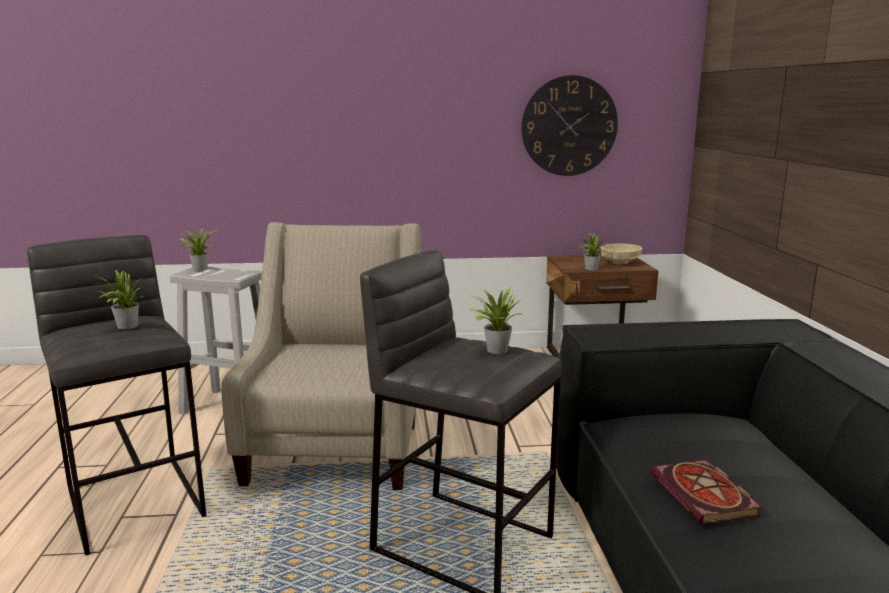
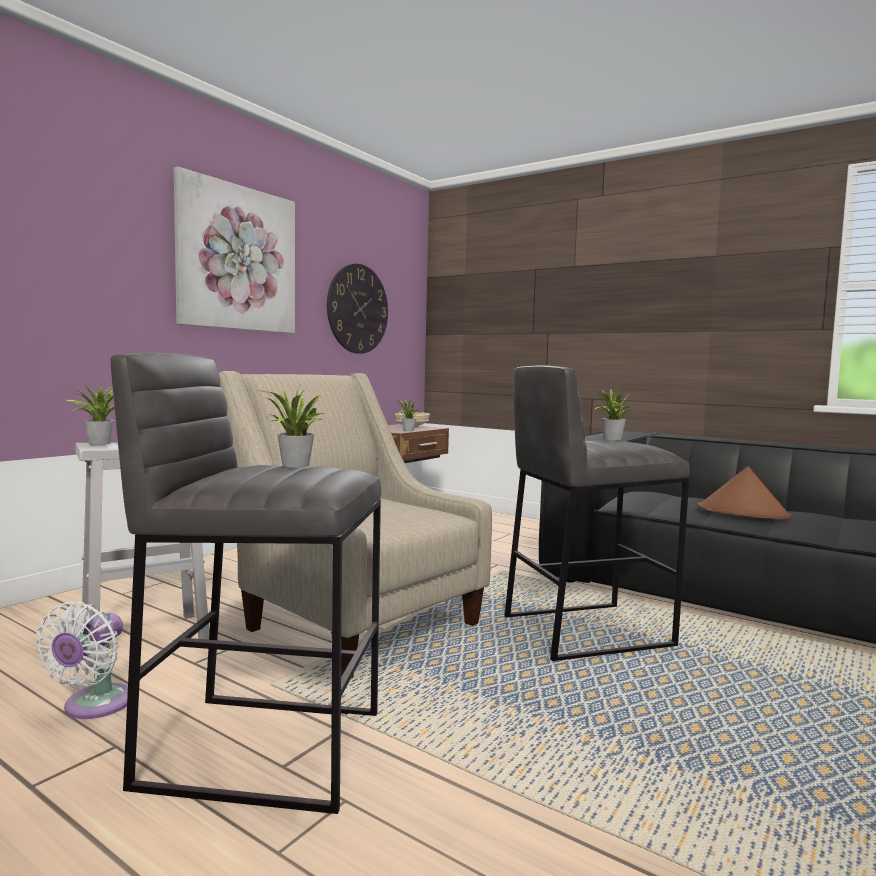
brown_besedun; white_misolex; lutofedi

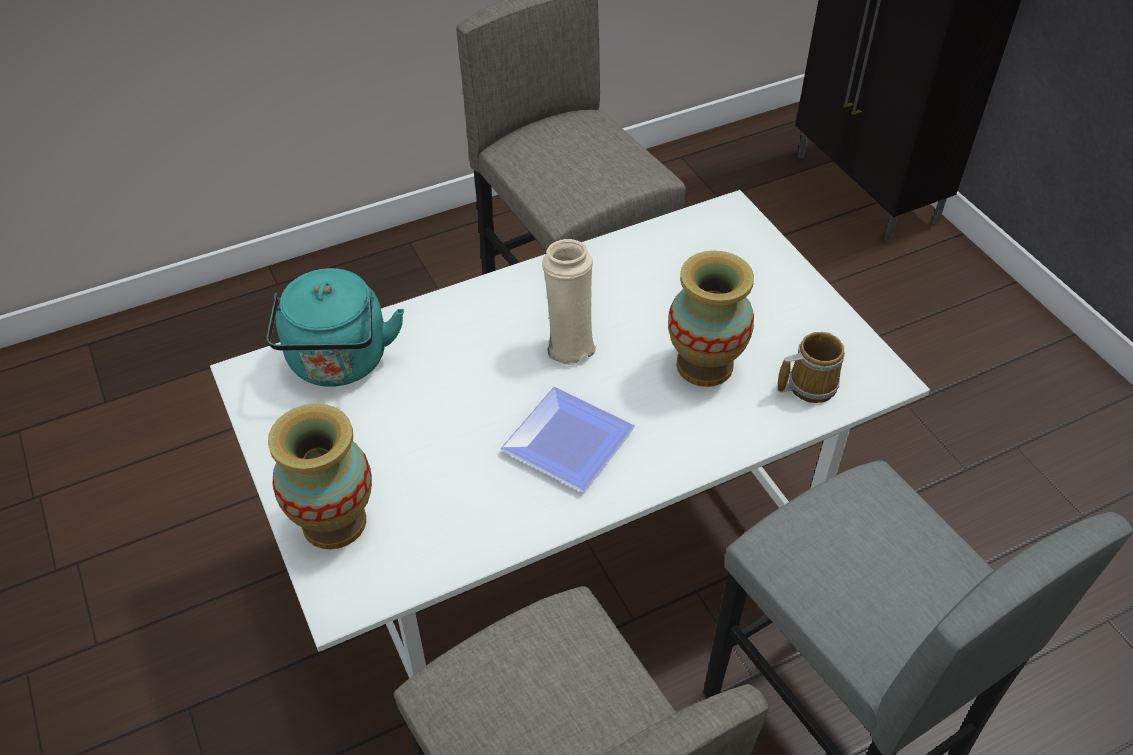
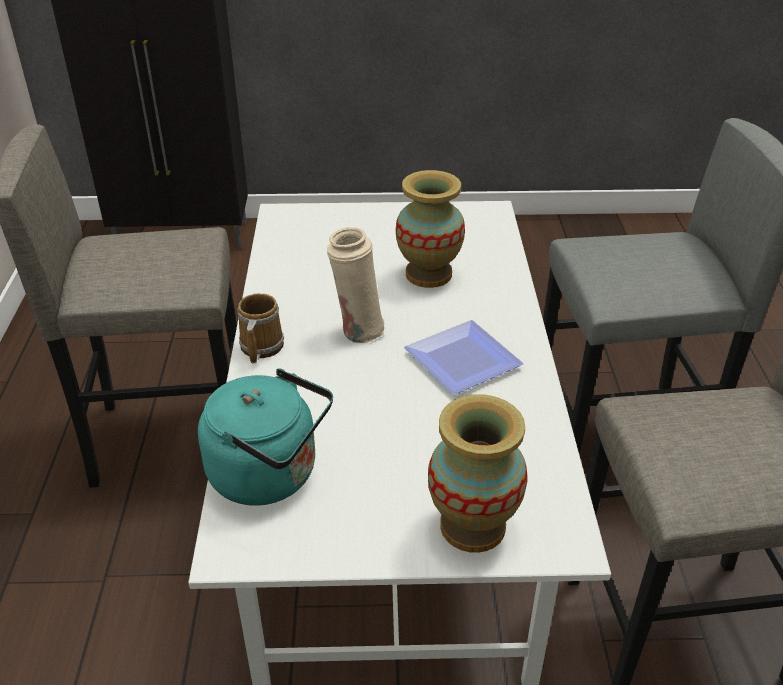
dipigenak

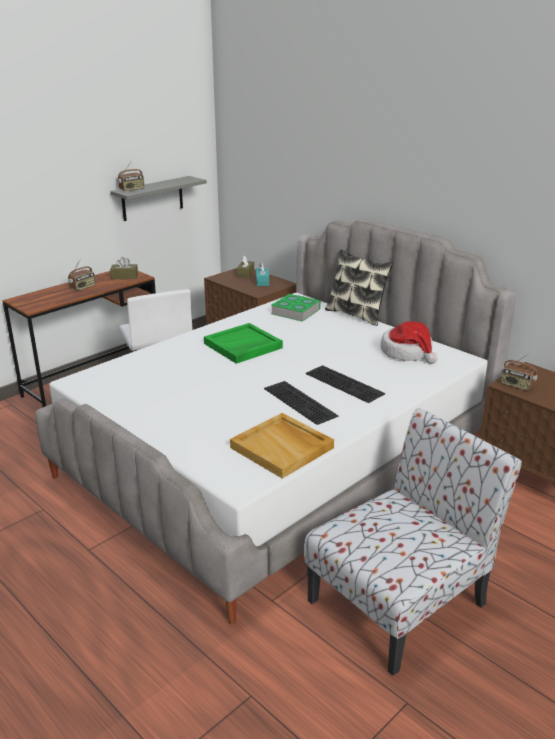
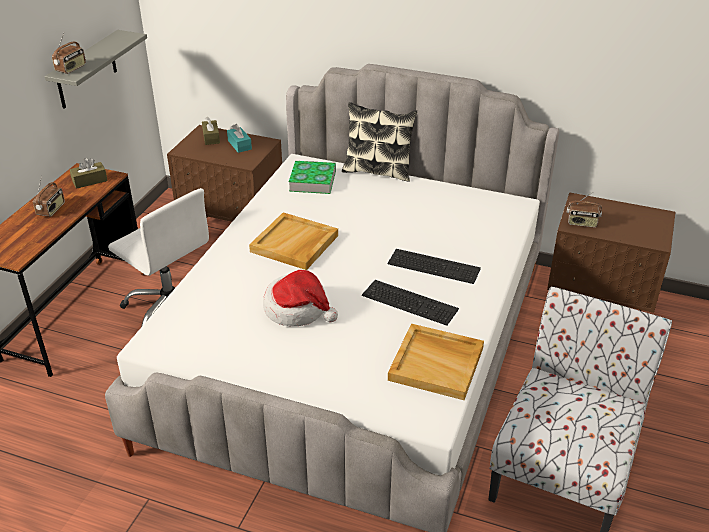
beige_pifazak (no. 1 from left); besedun

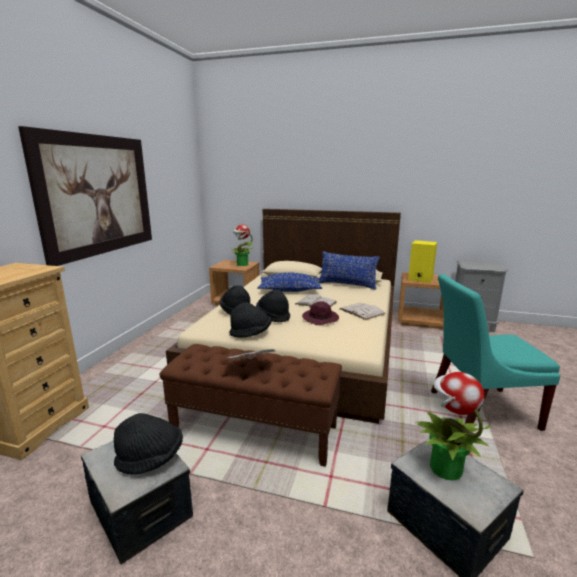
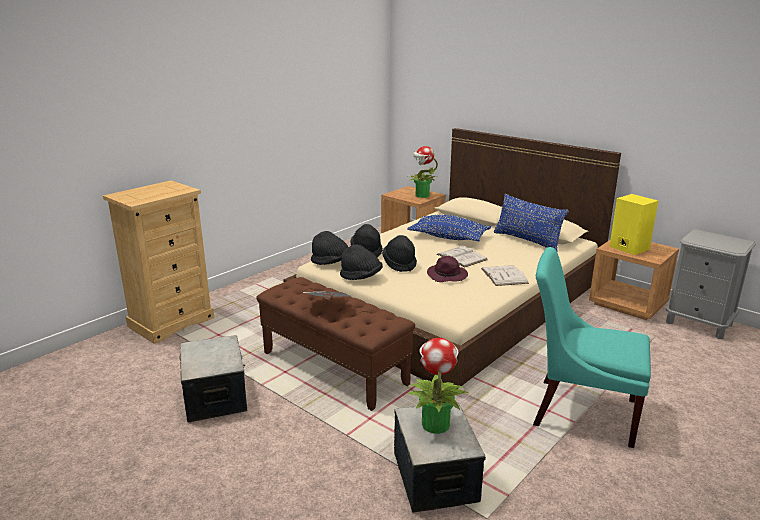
lutofedi; black_besedun (no. 1 from left)

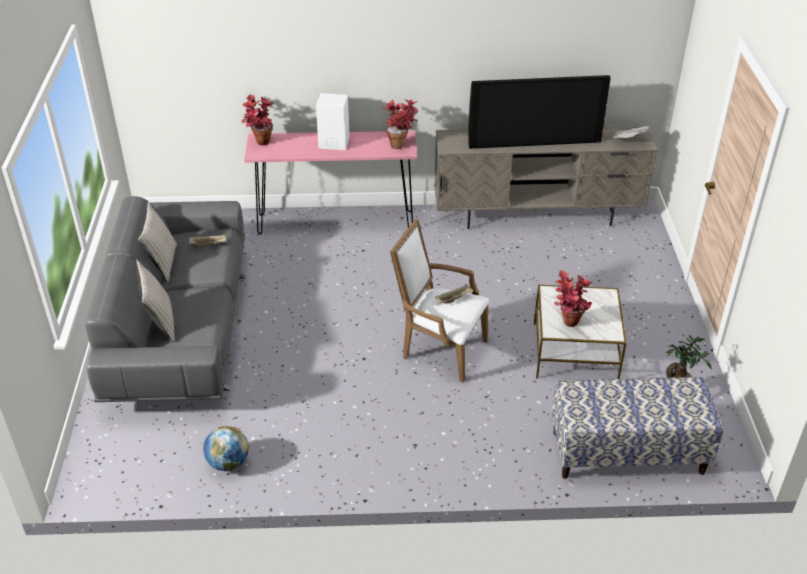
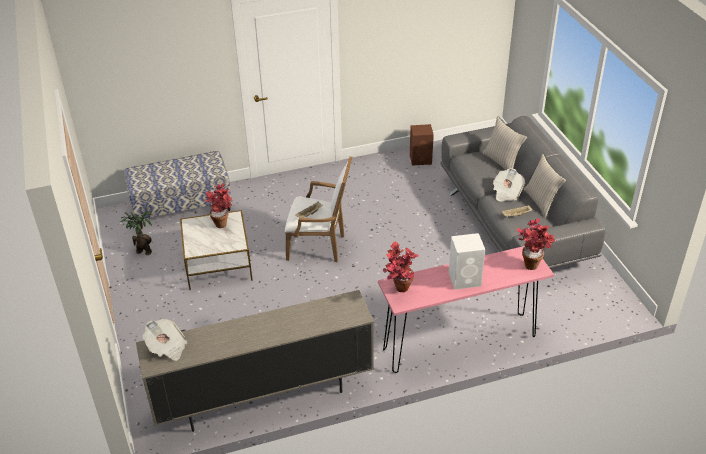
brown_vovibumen; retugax; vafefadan (no. 2 from left)

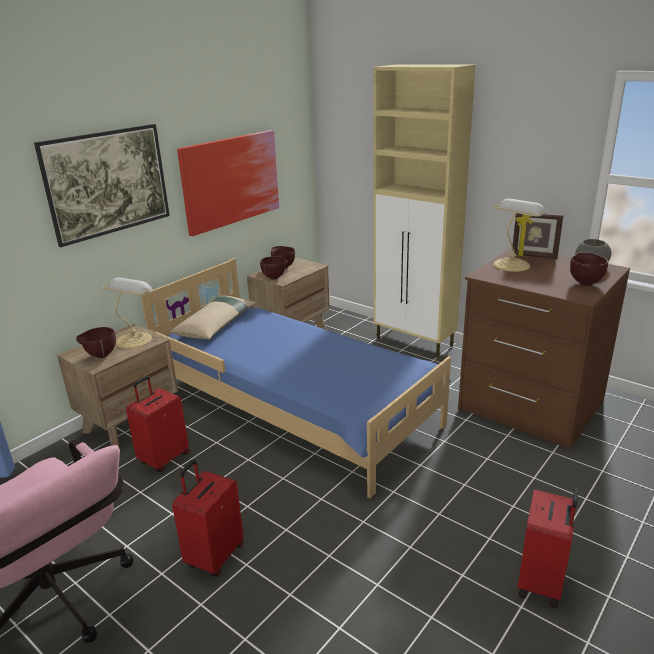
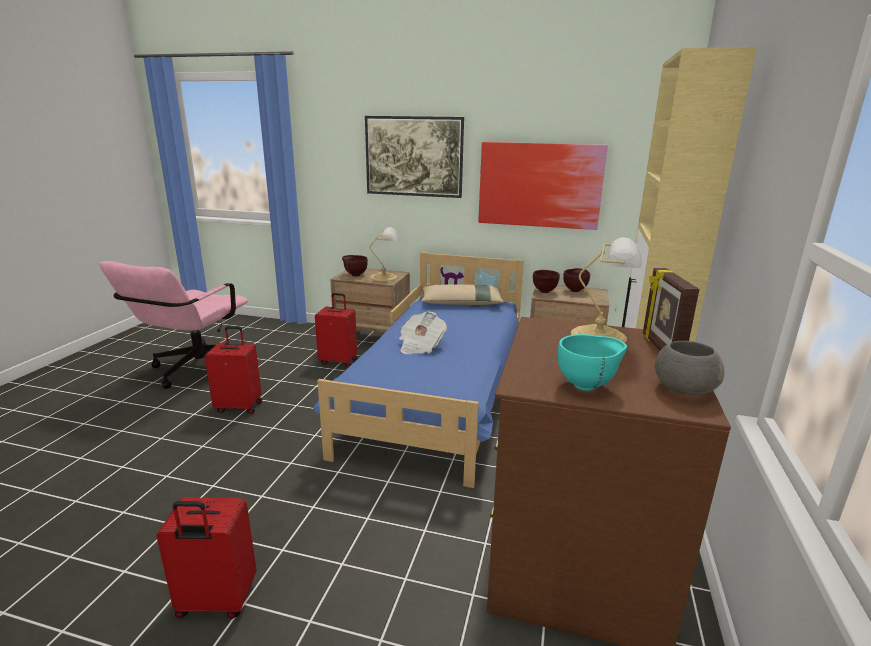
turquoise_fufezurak; vafefadan

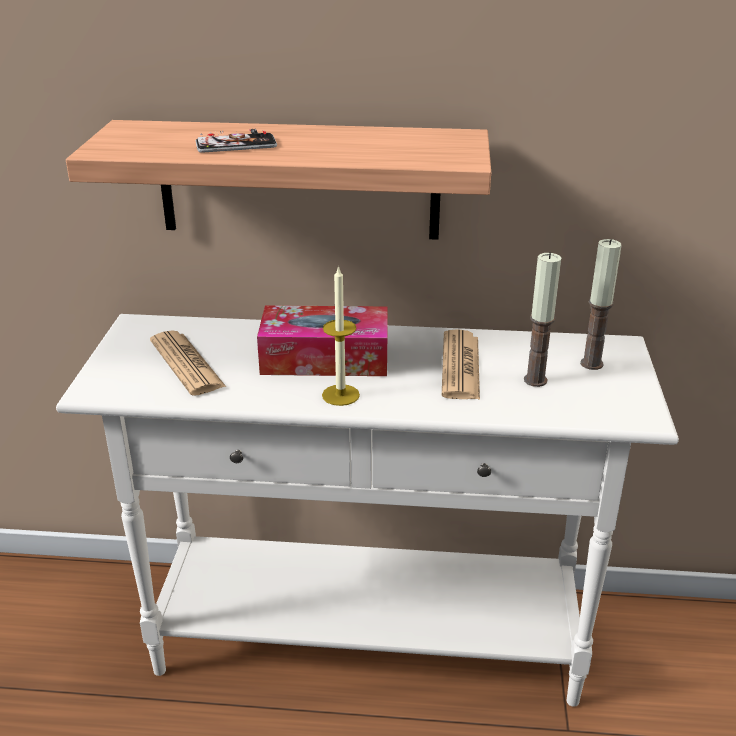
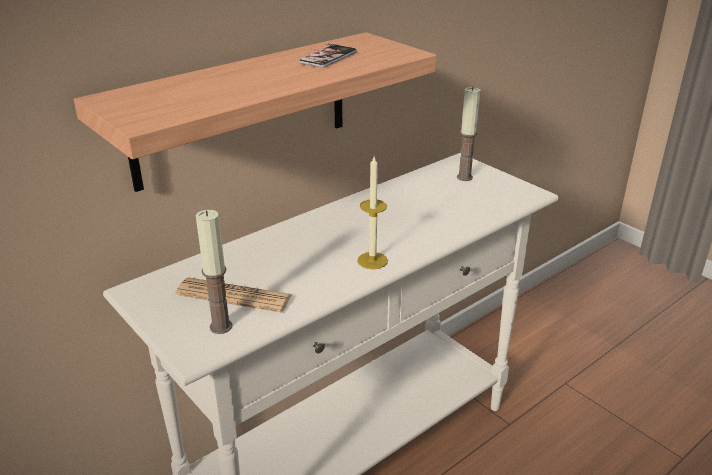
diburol; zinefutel; vafefadan (no. 2 from left in the first image); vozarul (no. 1 from left)

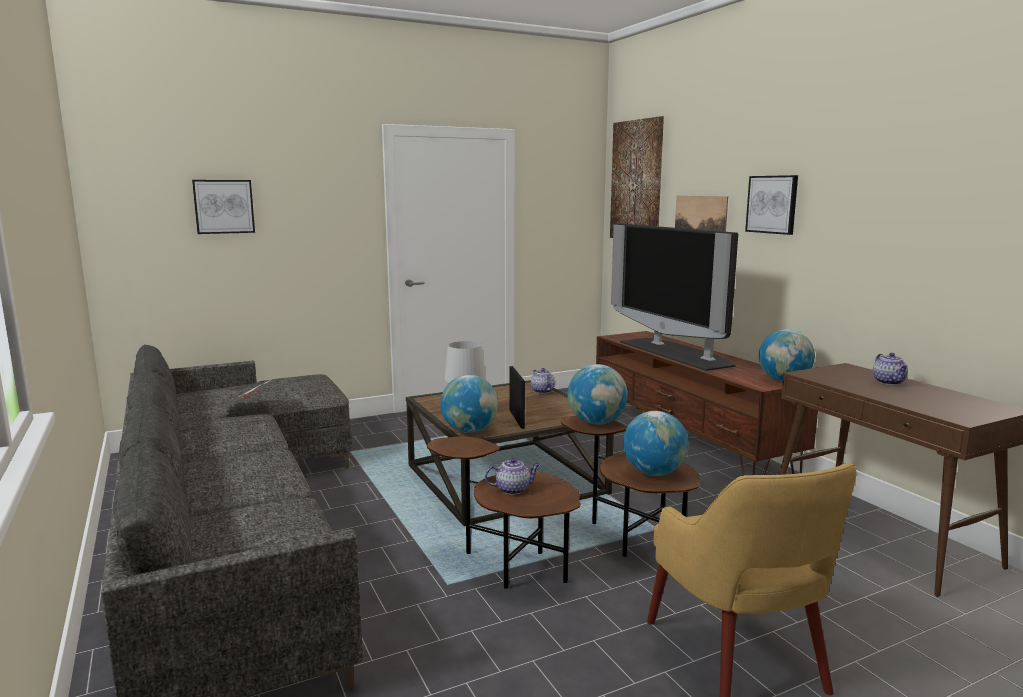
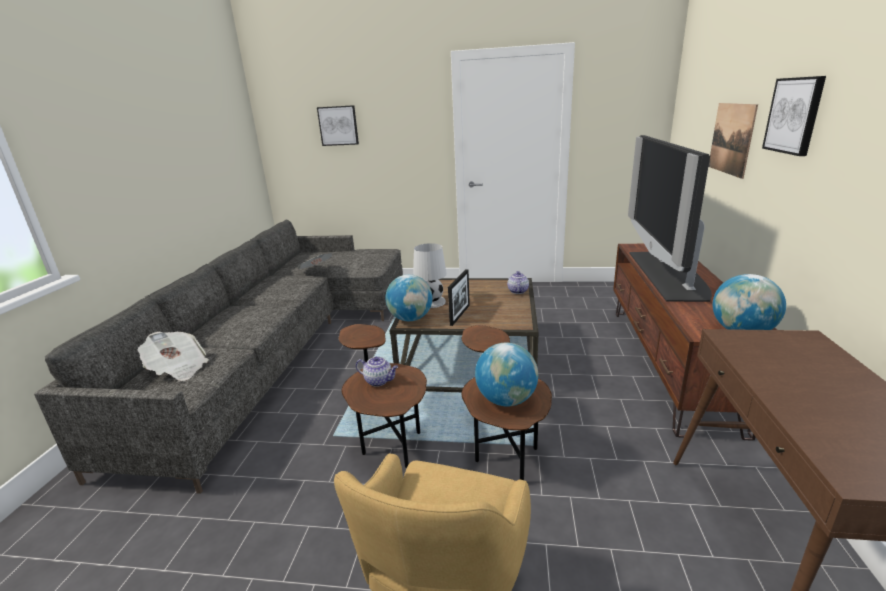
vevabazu (no. 2 from left in the first image); lutofedi (no. 2 from left in the first image); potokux (no. 3 from left in the first image); vafefadan (no. 1 from left)

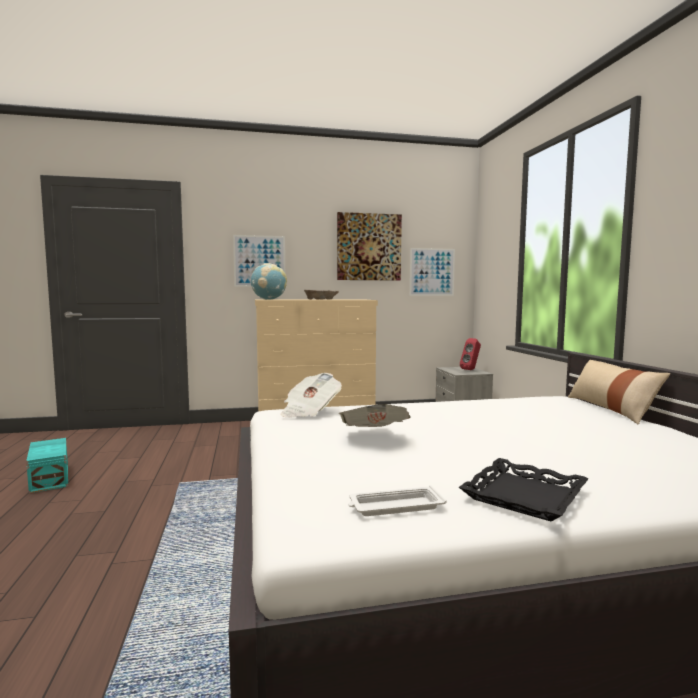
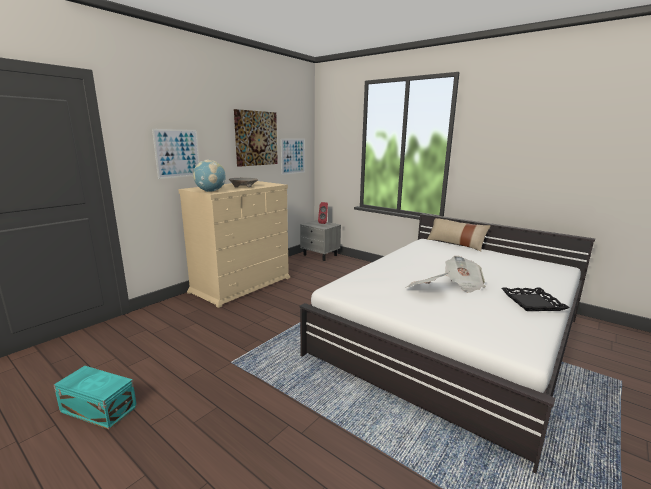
vafefadan (no. 2 from left); white_pifazak

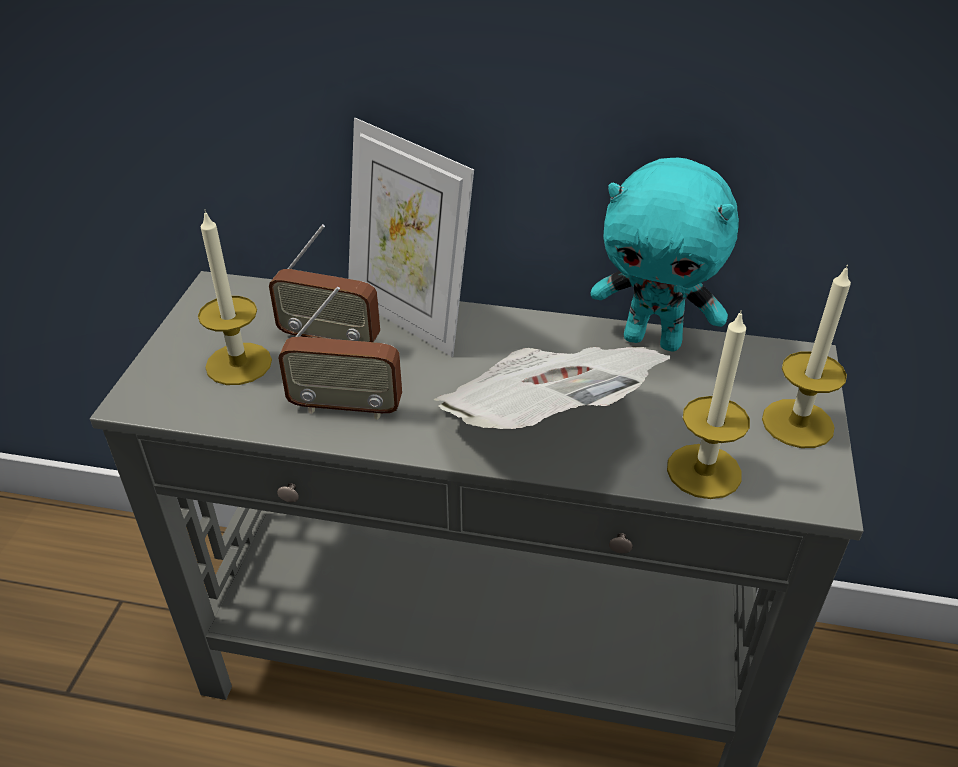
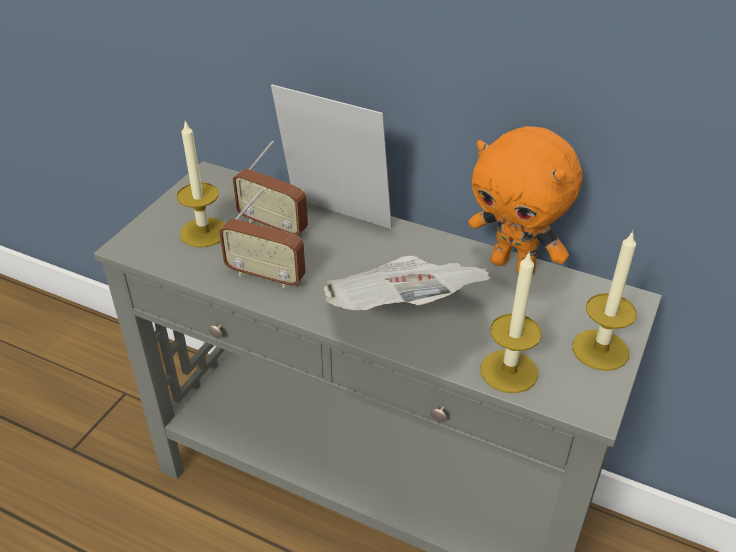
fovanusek; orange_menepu

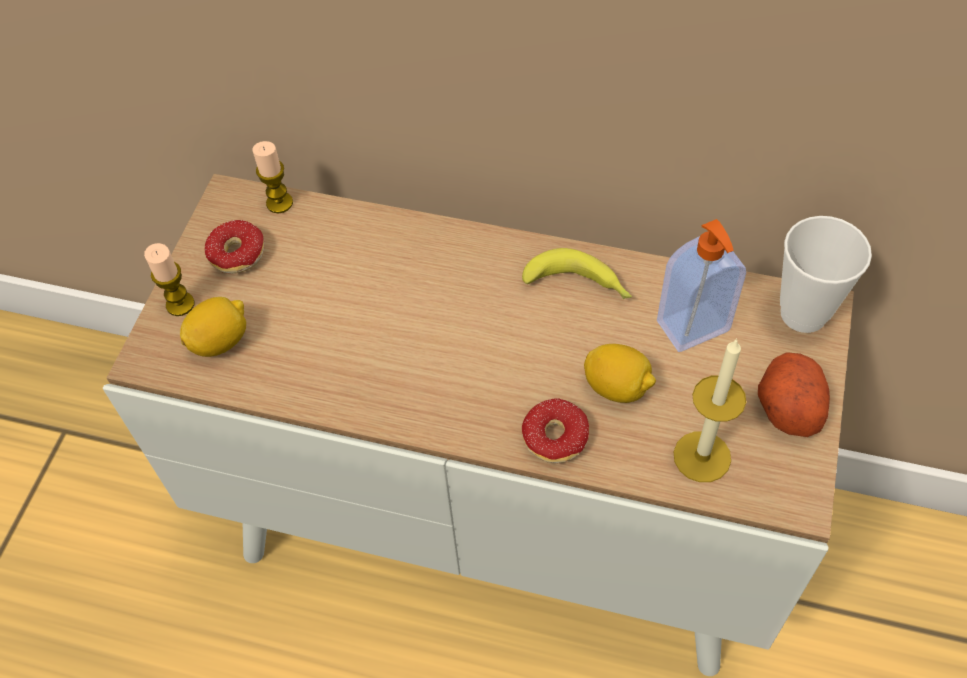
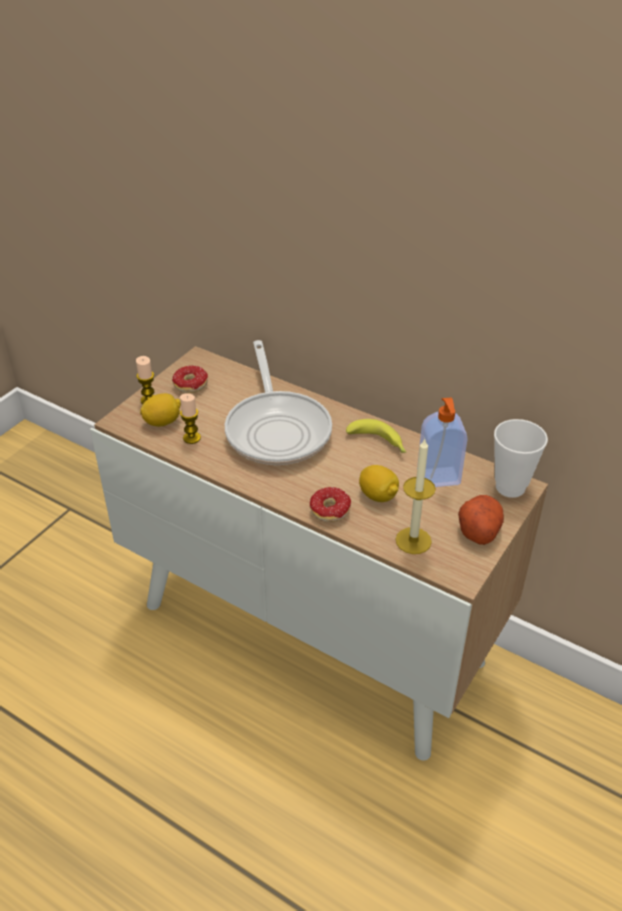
vozarul (no. 2 from left); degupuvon

